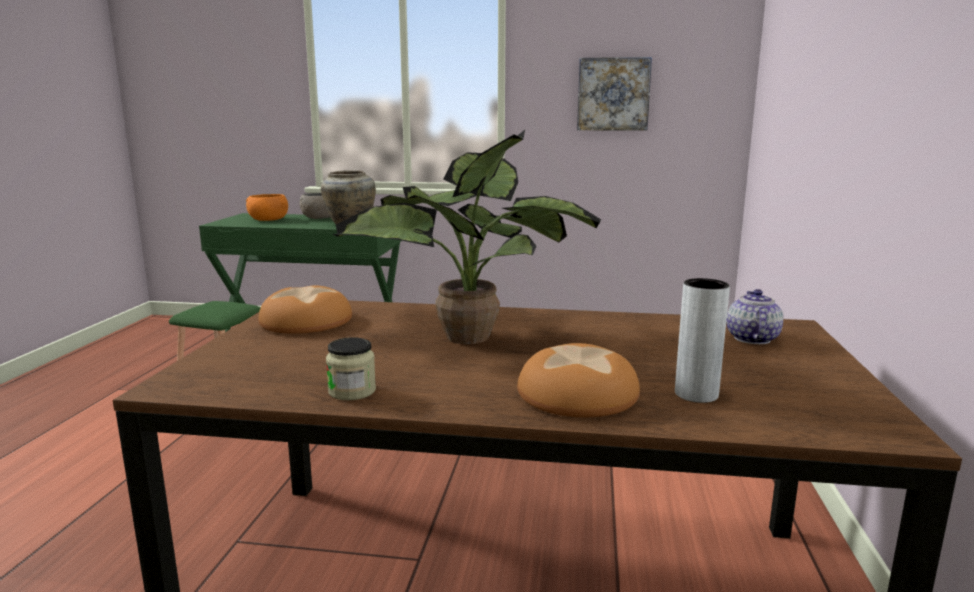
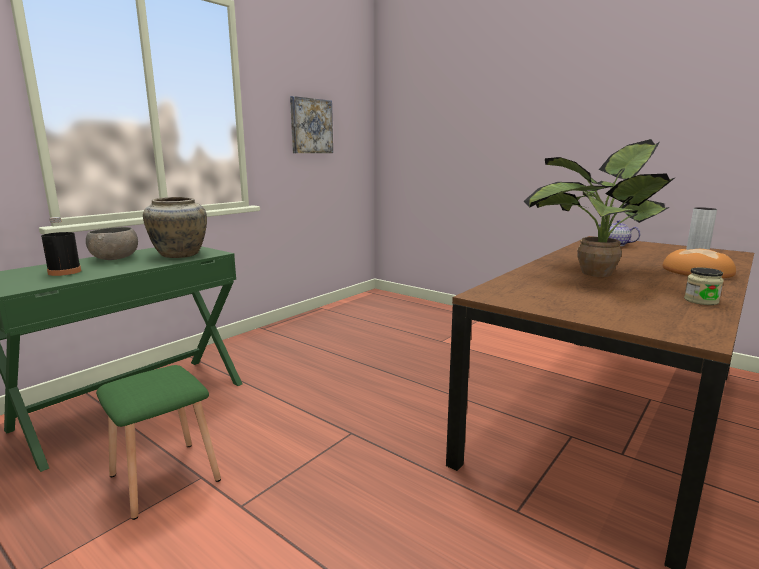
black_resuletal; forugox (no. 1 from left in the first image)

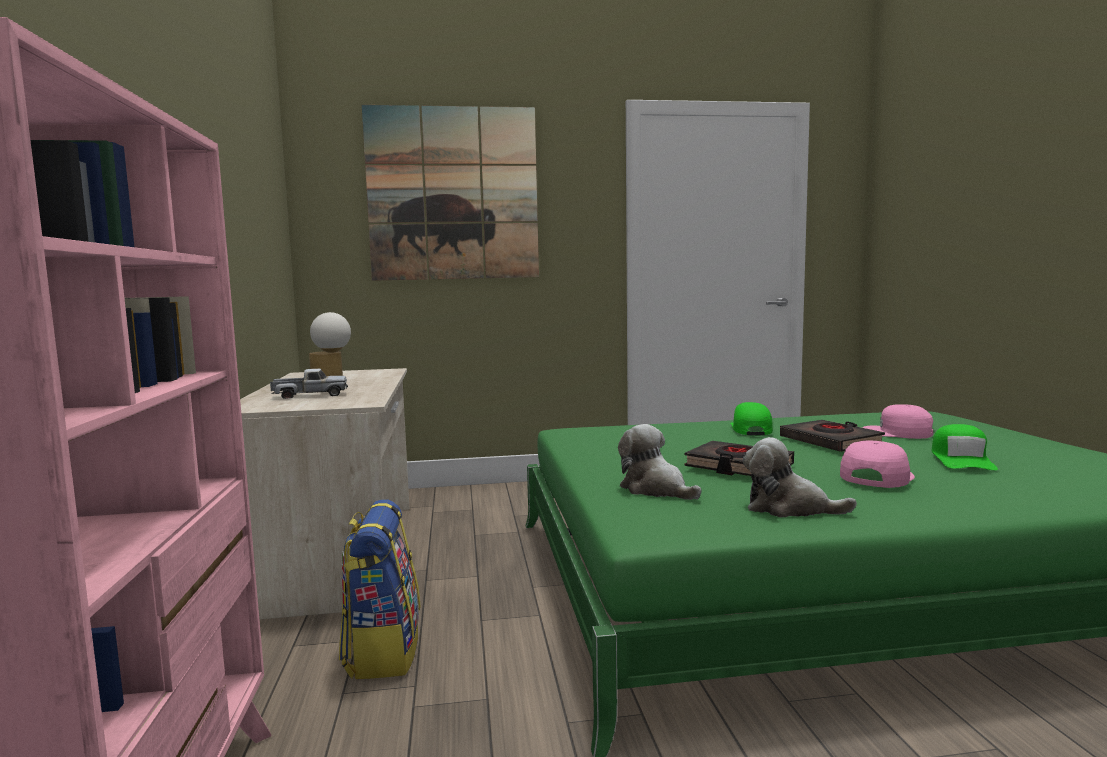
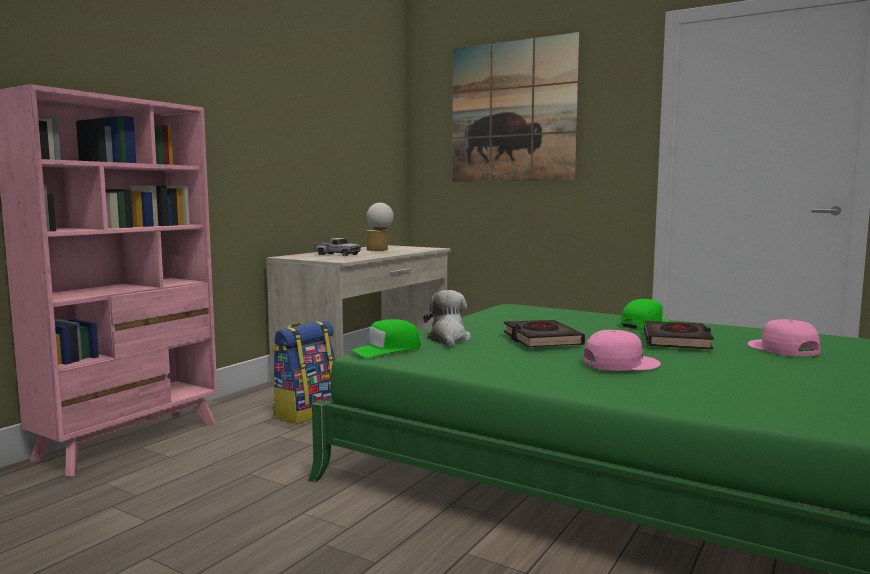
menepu (no. 2 from left in the first image); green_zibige (no. 1 from left)

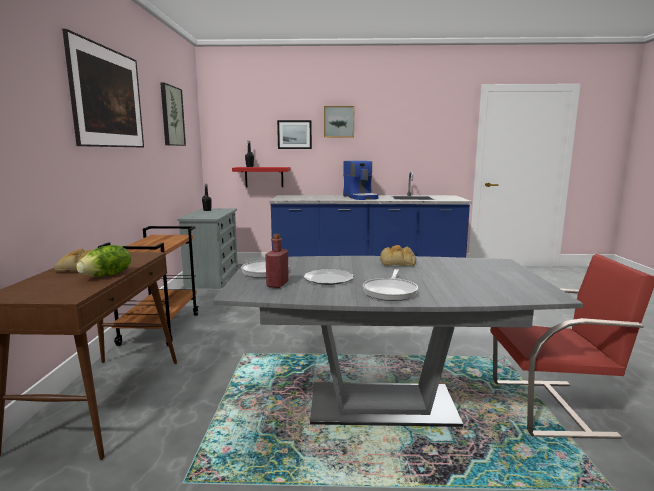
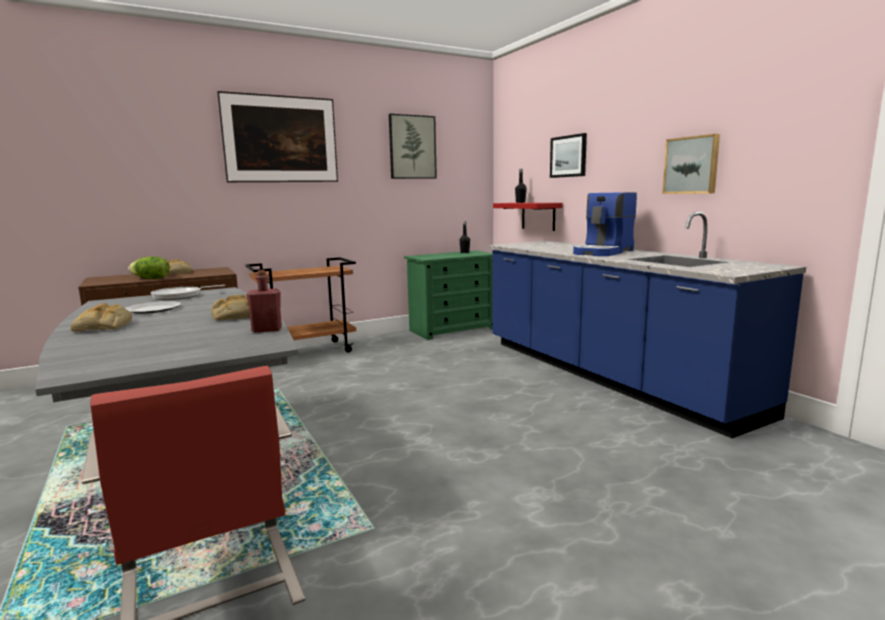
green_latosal; red_resuletal; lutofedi (no. 4 from left); forugox (no. 1 from left)

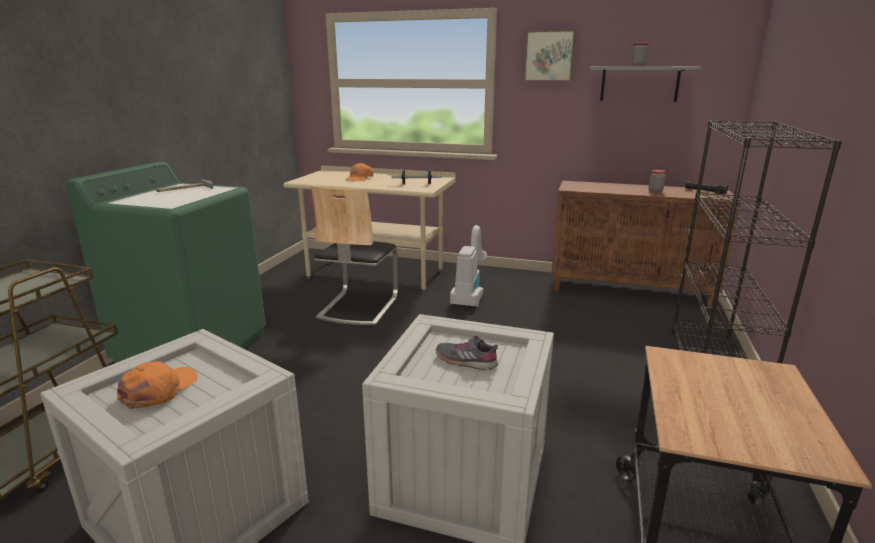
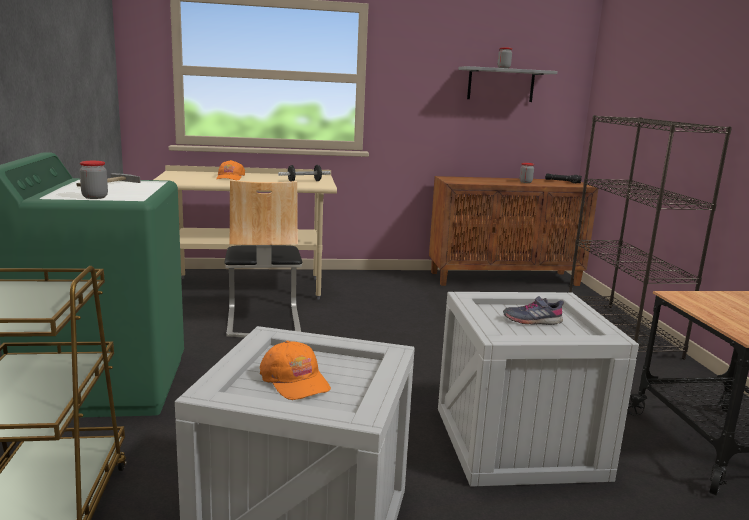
orange_zibige (no. 2 from left); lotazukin; lutofedi; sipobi (no. 1 from left)

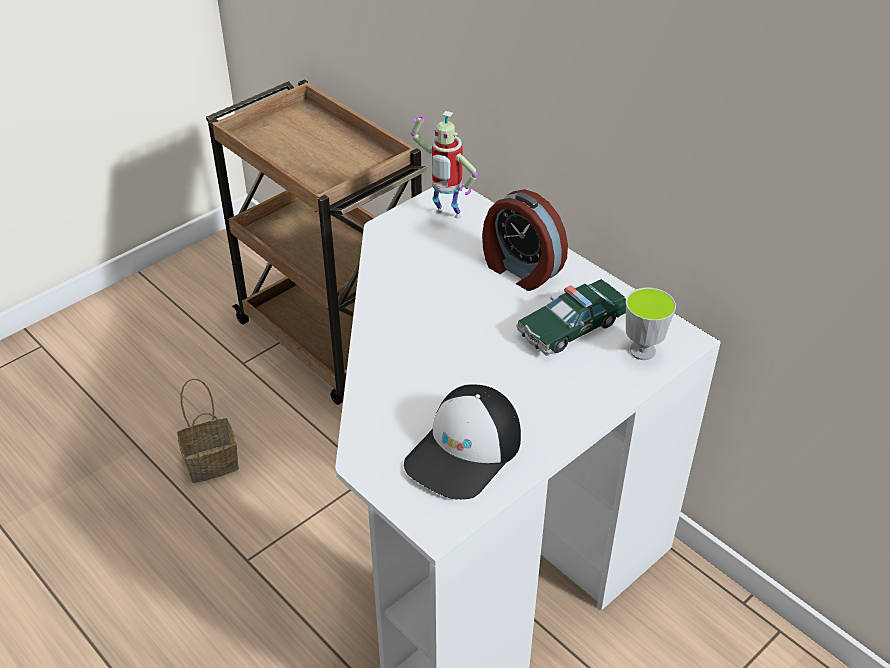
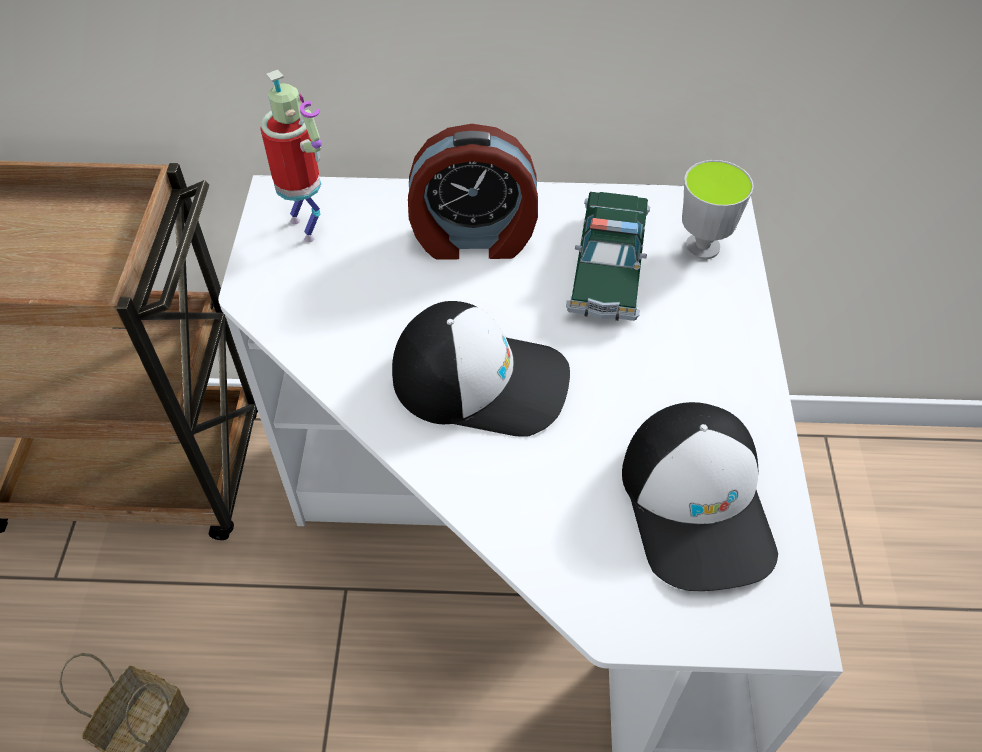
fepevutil; zibige (no. 1 from left)

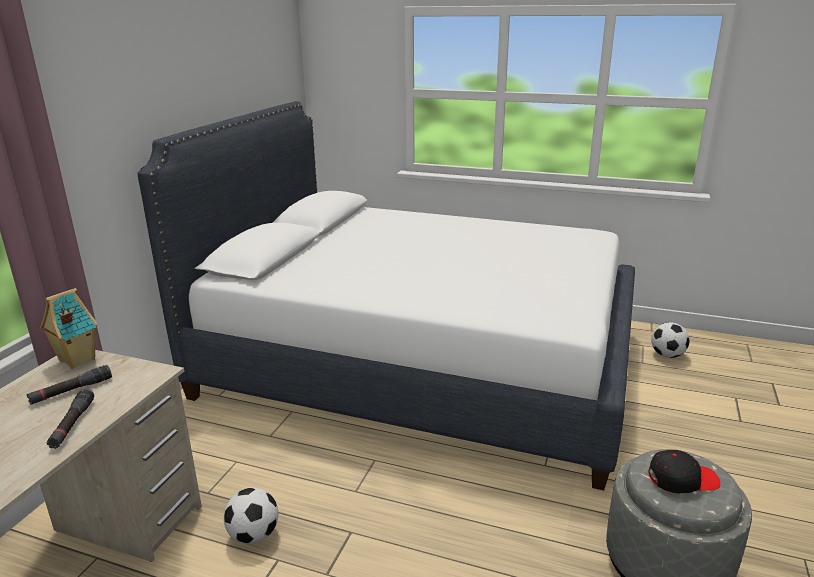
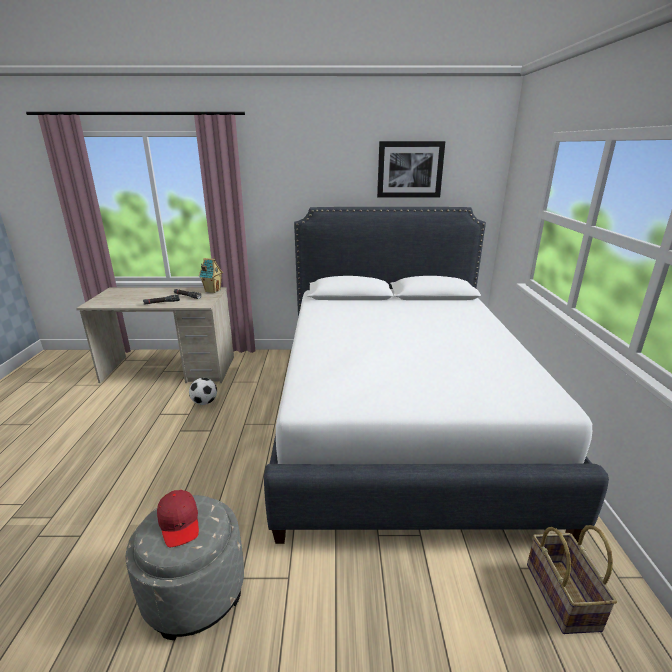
red_zibige; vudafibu; lutofedi

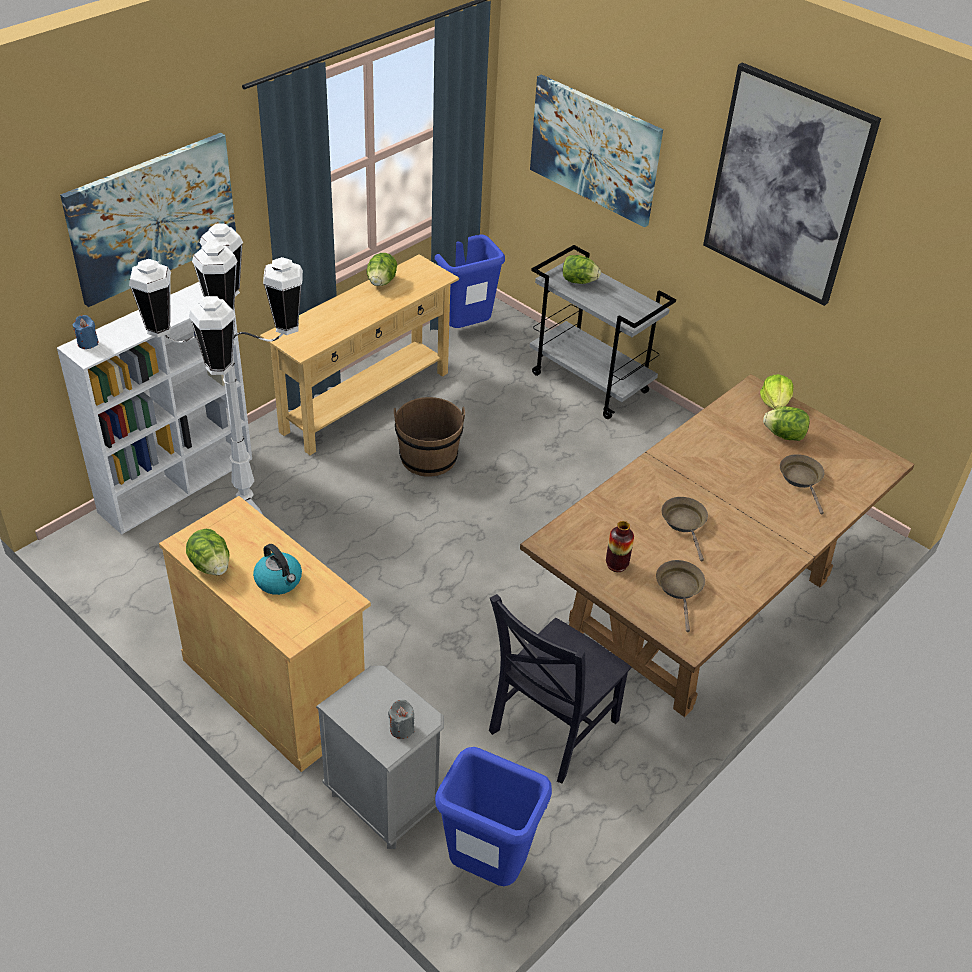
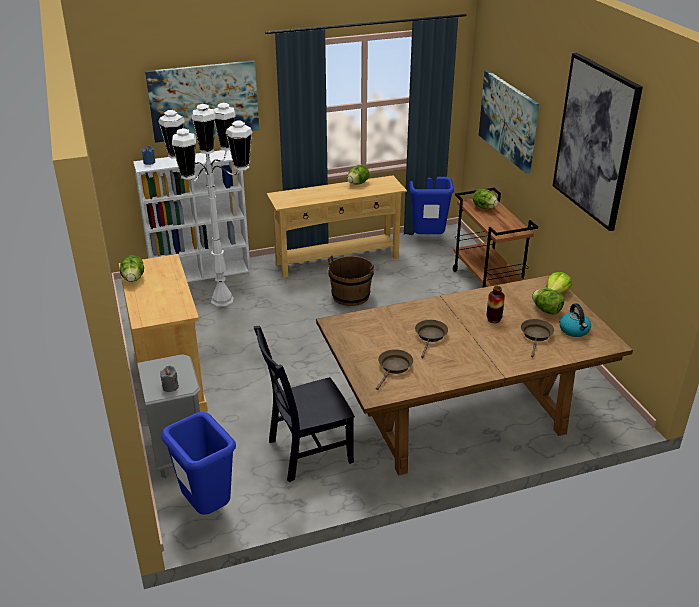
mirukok; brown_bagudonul; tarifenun

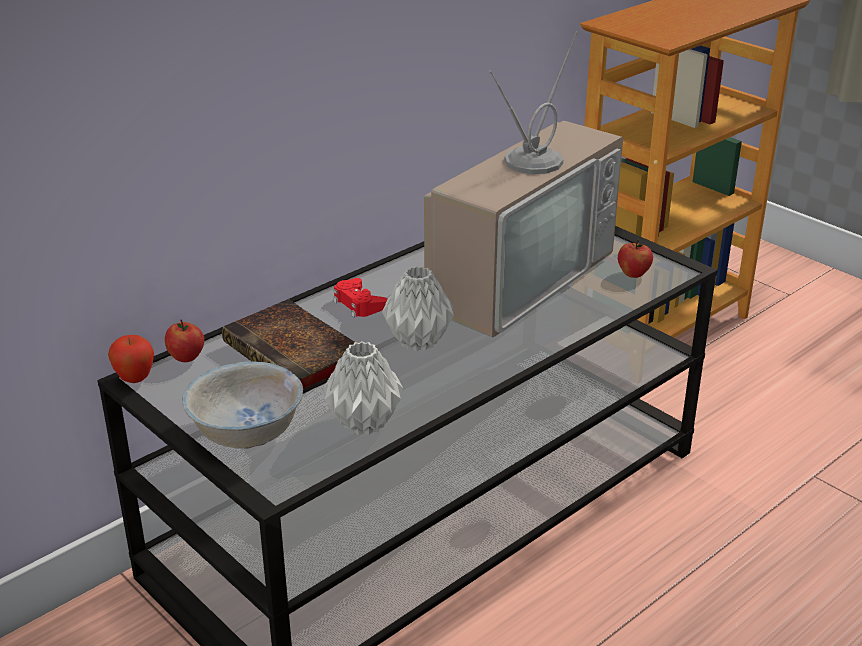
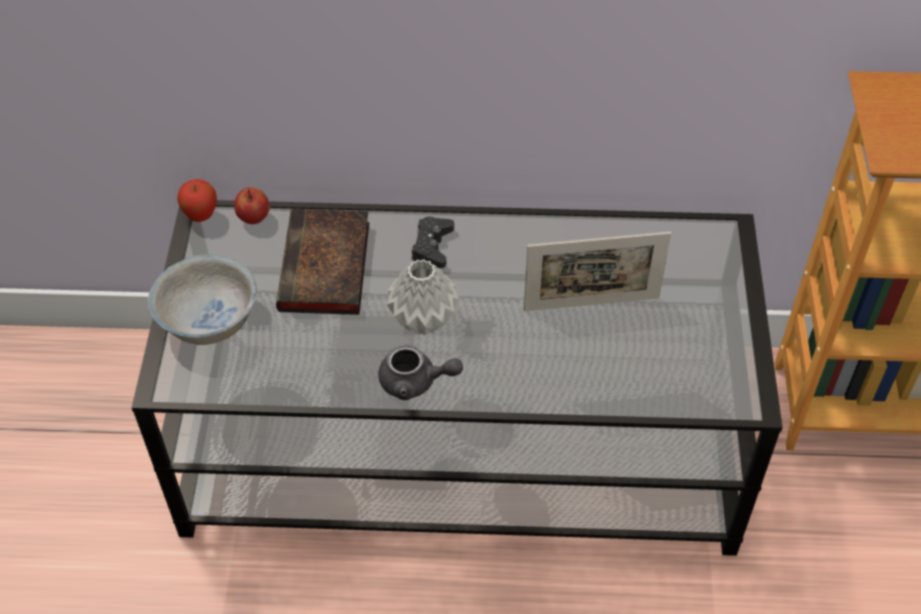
grey_tarifenun (no. 1 from left in the first image); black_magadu; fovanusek; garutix (no. 3 from left in the first image); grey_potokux

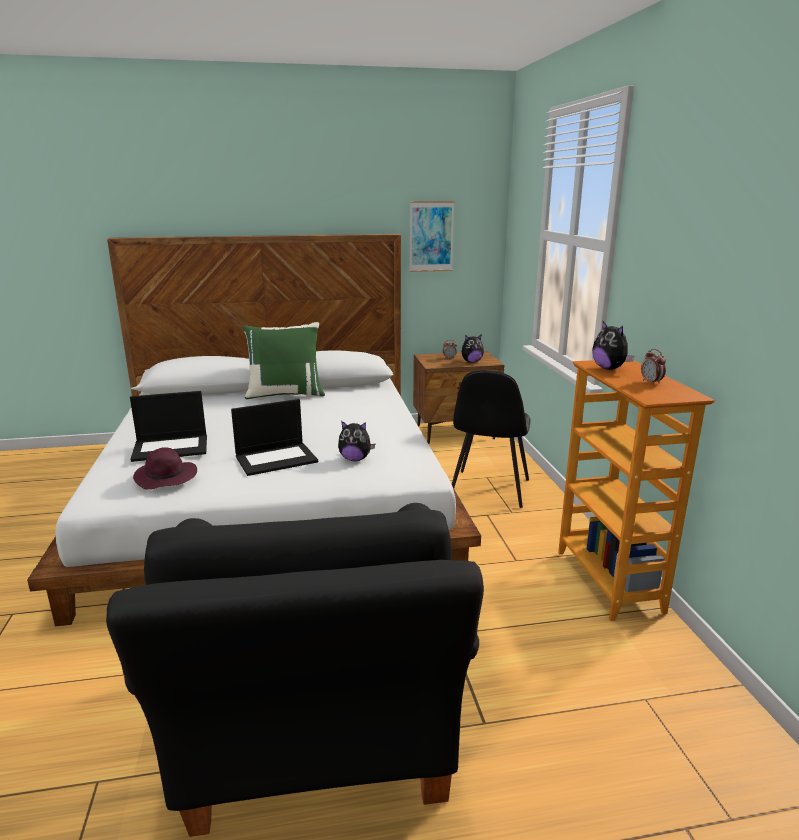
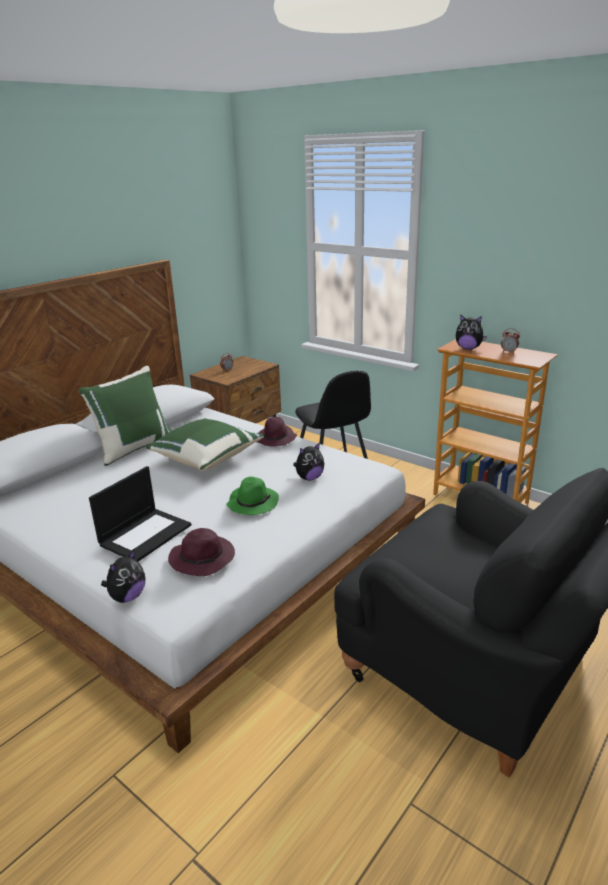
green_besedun; lutofedi; menepu (no. 1 from left); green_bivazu (no. 2 from left); purple_besedun (no. 2 from left)

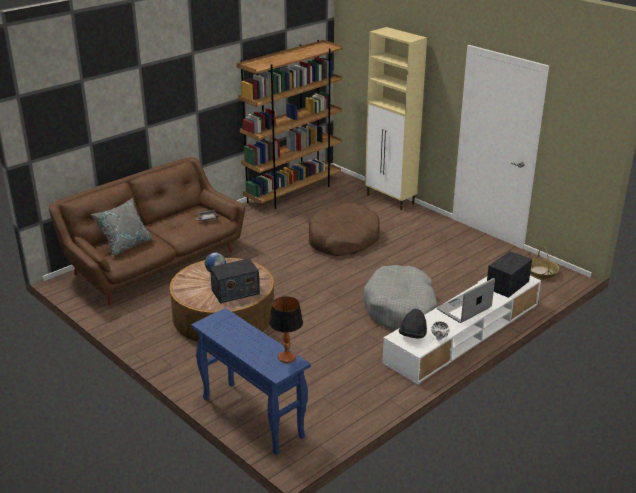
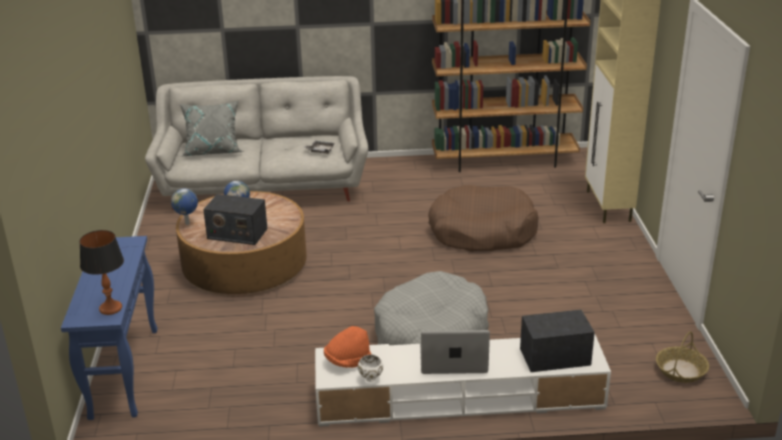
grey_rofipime; orange_besedun; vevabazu (no. 1 from left)

